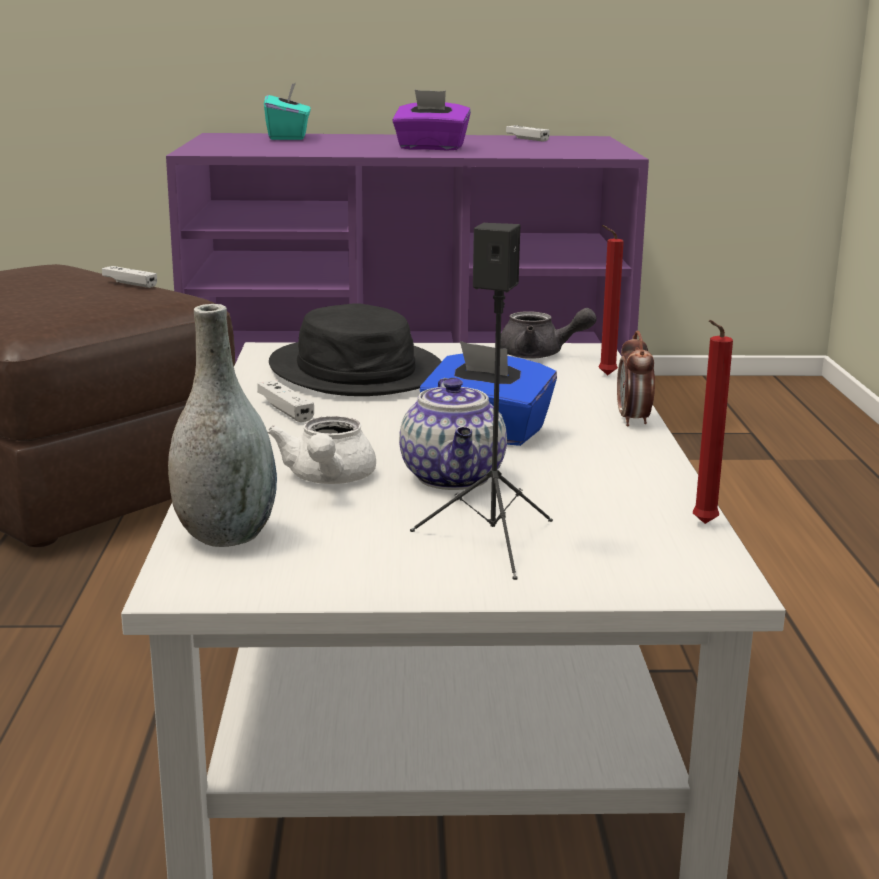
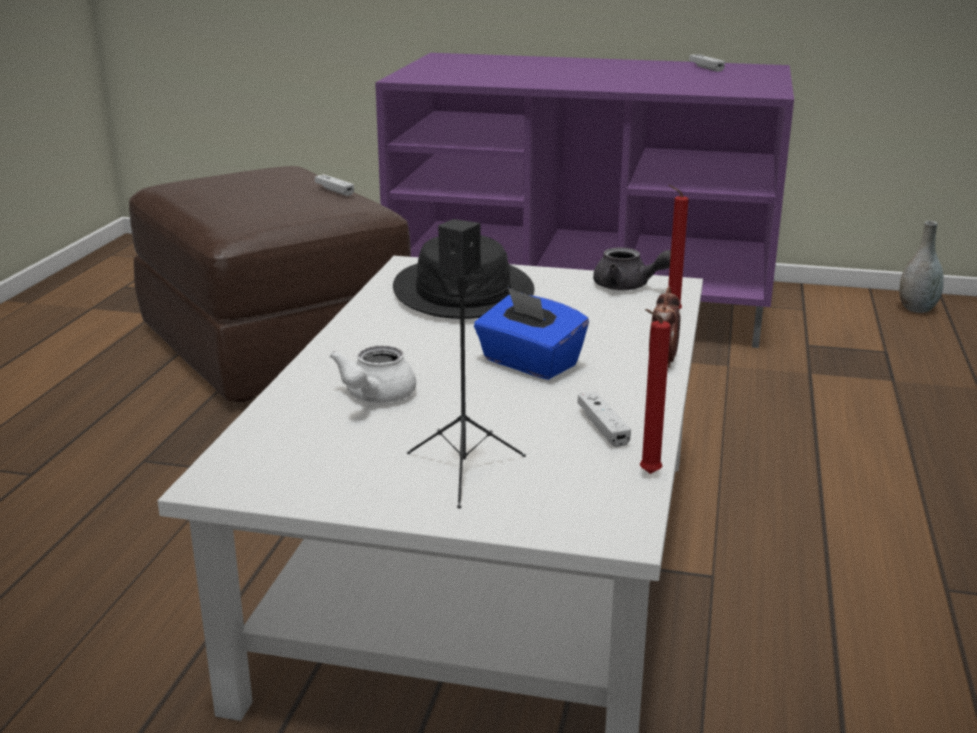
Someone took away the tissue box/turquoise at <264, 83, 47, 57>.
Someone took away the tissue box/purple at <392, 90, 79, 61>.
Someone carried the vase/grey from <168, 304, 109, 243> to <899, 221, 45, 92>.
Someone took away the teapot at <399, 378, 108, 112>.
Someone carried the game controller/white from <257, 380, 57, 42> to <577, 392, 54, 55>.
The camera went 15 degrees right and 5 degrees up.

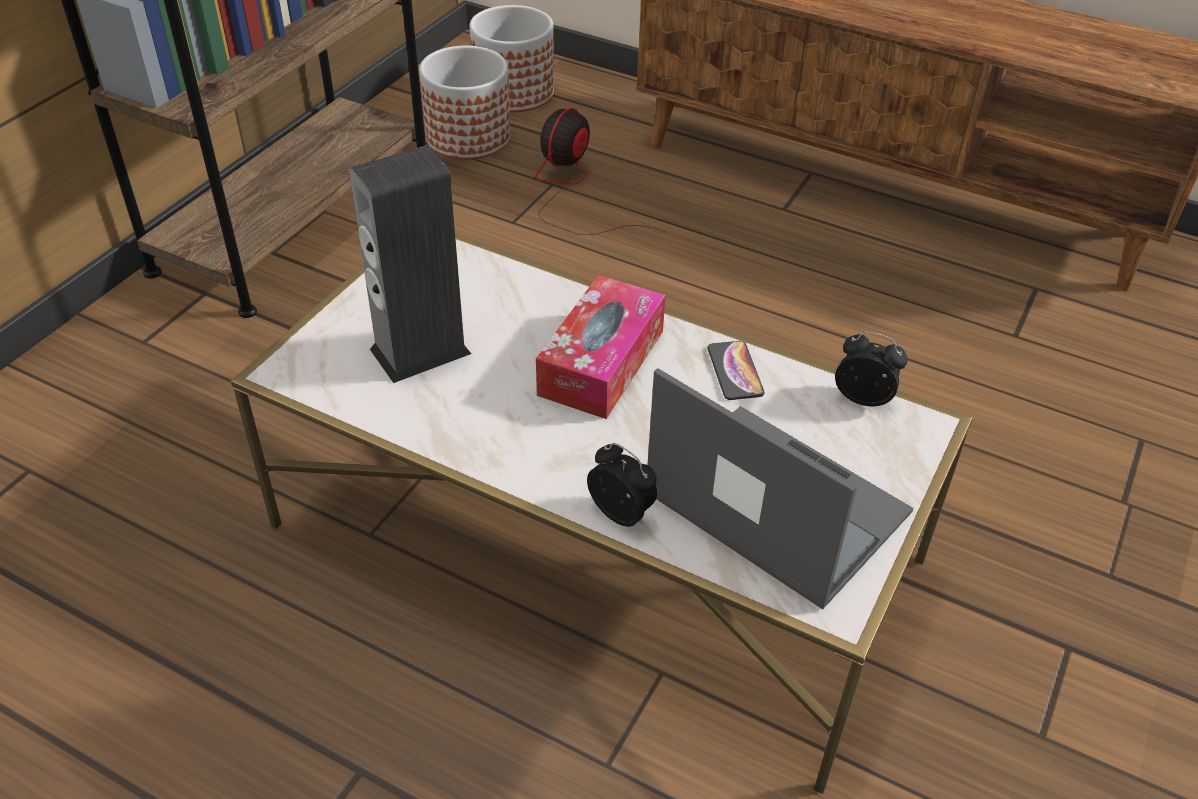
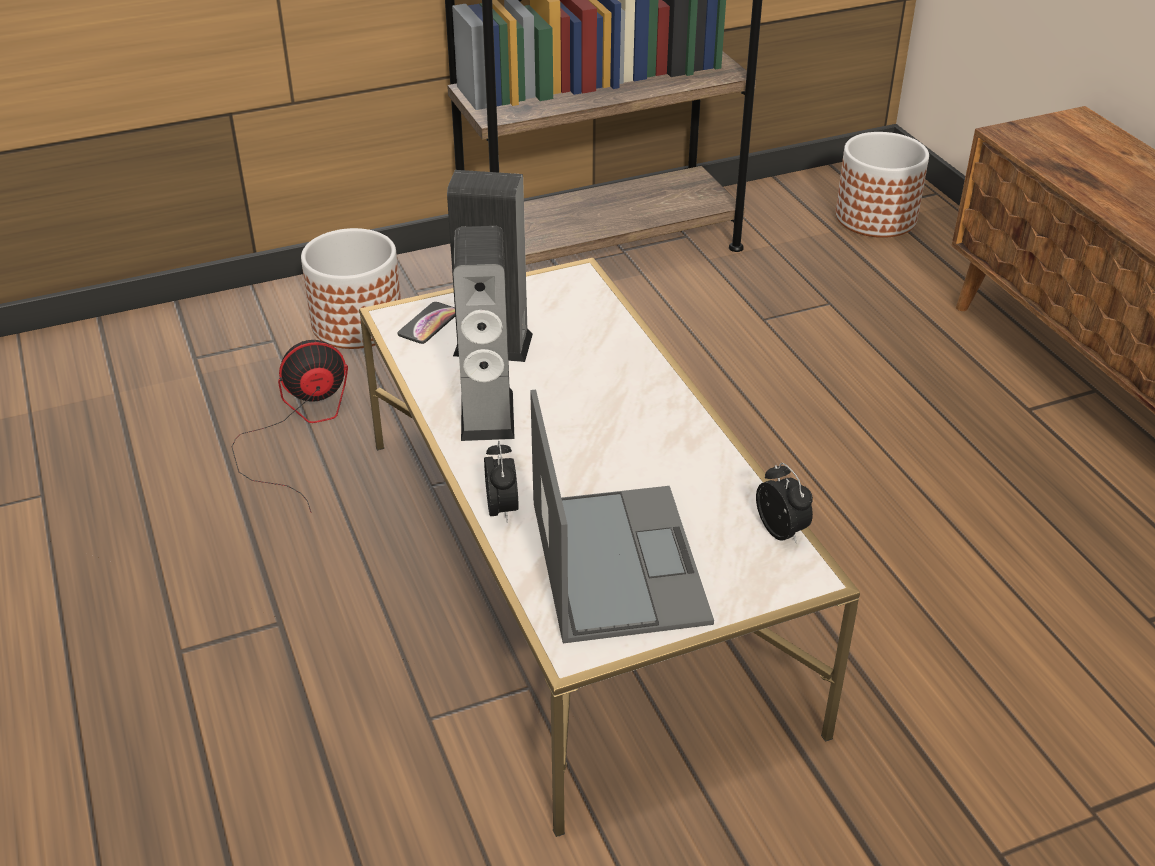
Someone carried the planter from <419, 46, 92, 114> to <301, 228, 100, 121>.
Someone carried the fan from <535, 108, 133, 127> to <232, 340, 116, 172>.
Someone took away the tissue box at <536, 275, 130, 144>.
Someone carried the phone from <707, 341, 57, 59> to <397, 302, 58, 42>.
Someone put down the speaker at <453, 226, 62, 215>.
The camera went 40 degrees right and 5 degrees down.

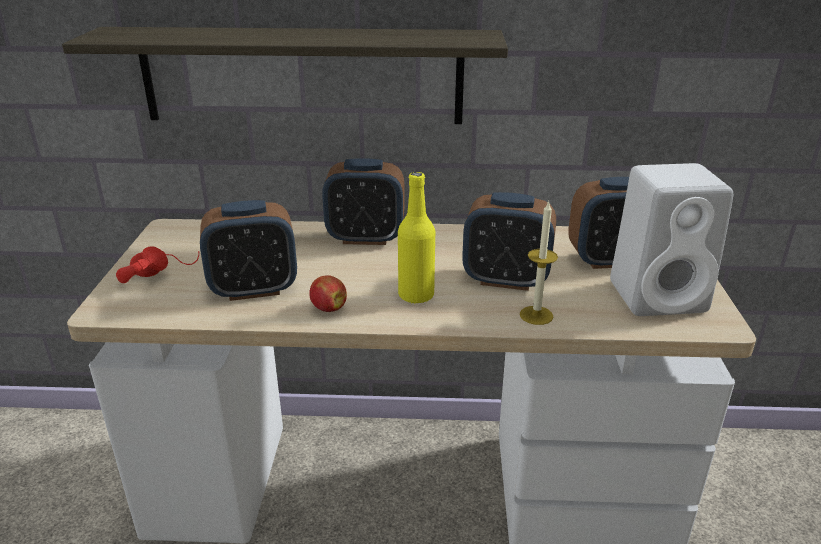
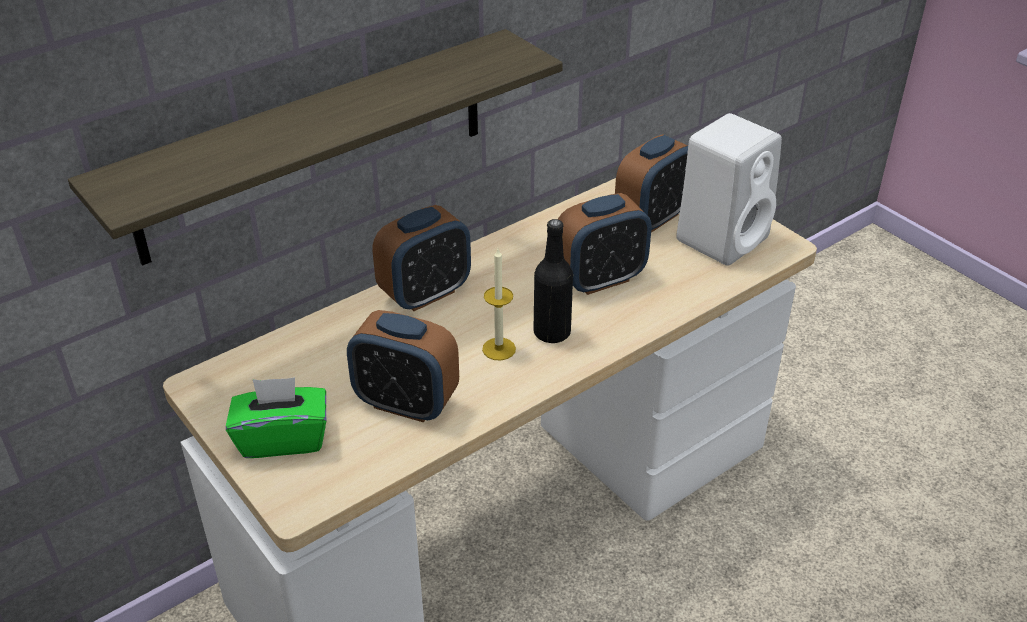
Someone repainted the bottle/yellow at <398, 172, 37, 132>, which became the bottle/black at <534, 219, 39, 124>.
Someone rotated the alarm clock at <200, 200, 97, 101> by 75 degrees clockwise.
Someone carried the candle from <520, 200, 38, 125> to <482, 249, 34, 112>.
Someone swapped the headphones/red at <116, 246, 83, 37> for the tissue box/green at <226, 377, 100, 81>.
Someone took away the apple at <309, 275, 38, 37>.
The camera went 40 degrees left and 10 degrees up.

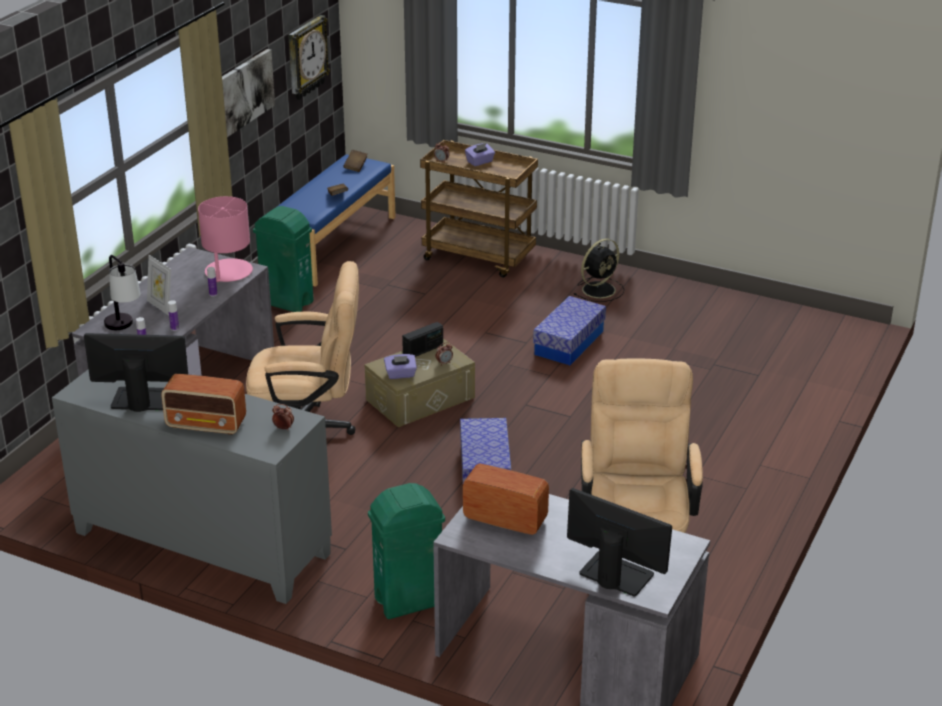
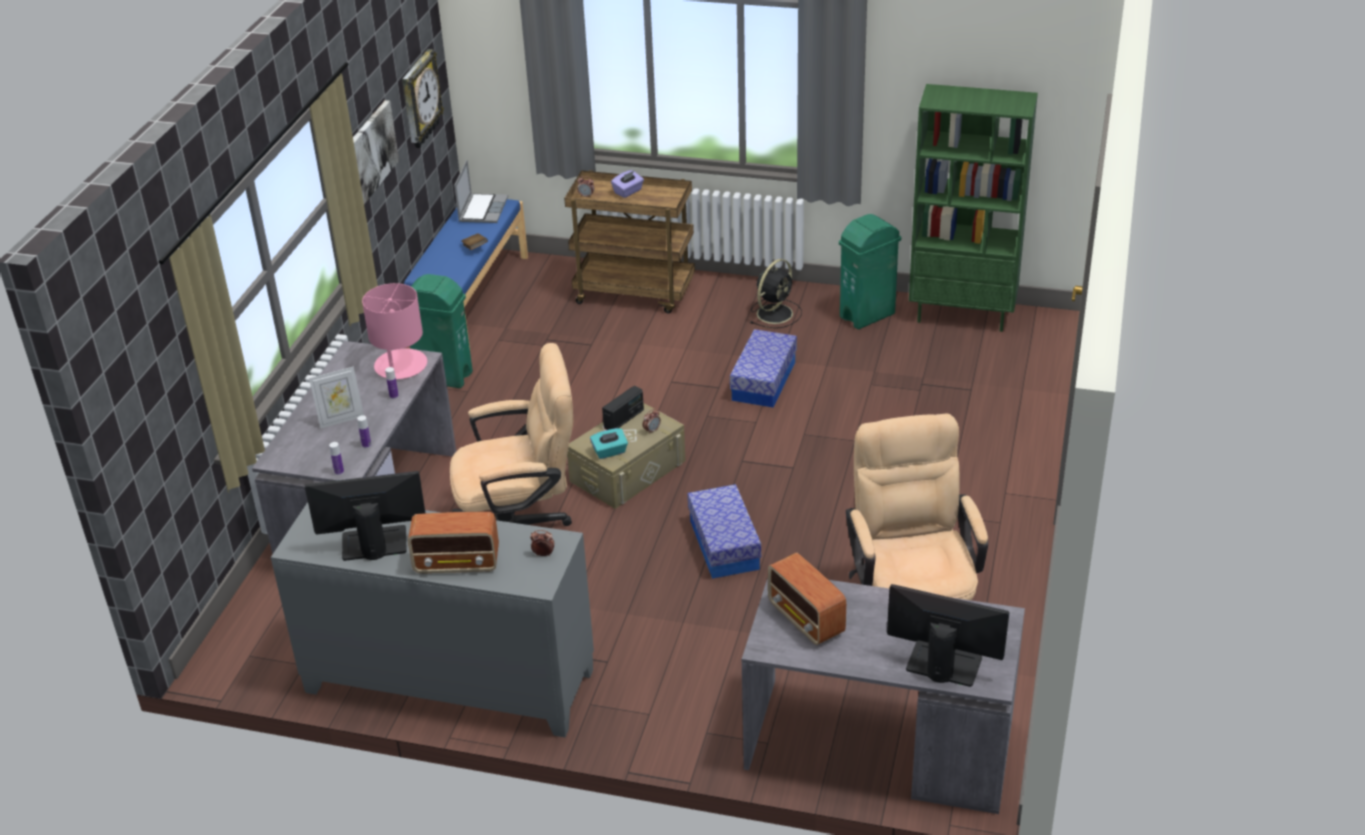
Someone swapped the book/brown at <343, 150, 25, 22> for the laptop at <454, 160, 54, 63>.
Someone took away the table lamp at <104, 255, 37, 75>.
Someone rotated the picture frame at <147, 255, 24, 61> by 60 degrees counterclockwise.
Someone repainted the tissue box/purple at <384, 354, 33, 25>, which became the tissue box/turquoise at <590, 428, 38, 31>.
Someone rotated the radio at <463, 464, 86, 71> by 135 degrees counterclockwise.
Someone carried the trash can/green from <368, 483, 77, 136> to <839, 214, 62, 115>.
Someone put down the bookcase/green at <909, 84, 129, 248>.
The camera went 10 degrees left and 5 degrees up.

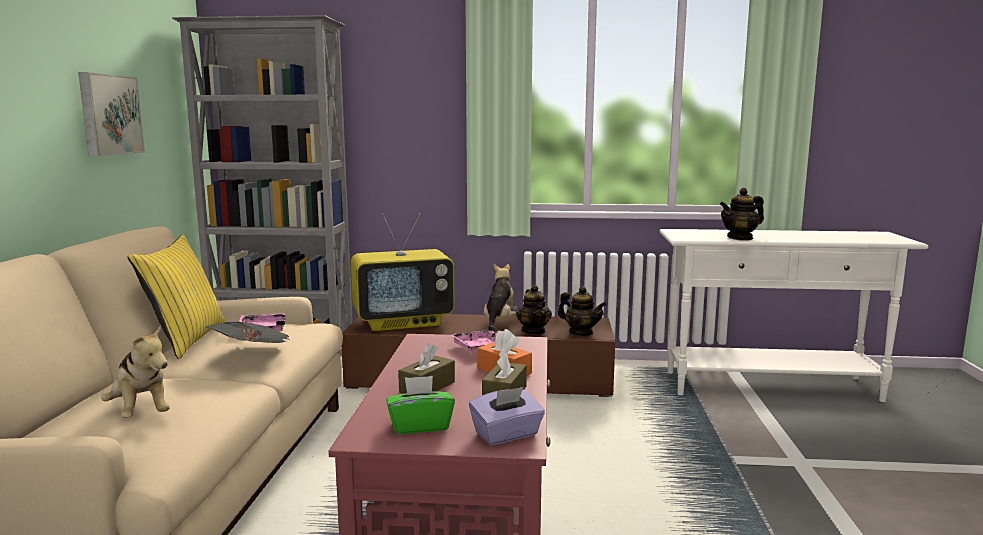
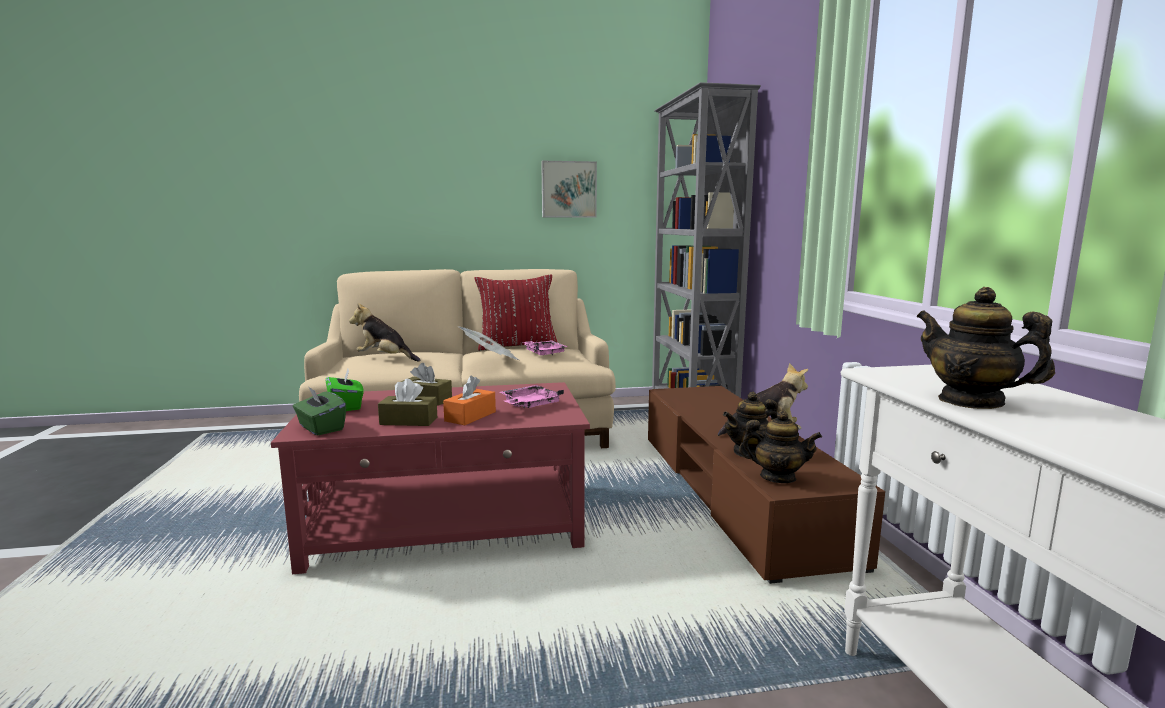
Someone took away the television at <351, 213, 104, 118>.
Someone repainted the pillow/yellow at <128, 234, 98, 125>, which became the pillow/red at <474, 274, 84, 77>.
Someone rotated the teapot at <558, 286, 48, 50> by 90 degrees counterclockwise.
Someone rotated the plush toy at <101, 325, 69, 93> by 75 degrees clockwise.
Someone repainted the tissue box/purple at <469, 387, 76, 58>, which became the tissue box/green at <293, 386, 53, 50>.
The camera went 75 degrees right and 0 degrees up.

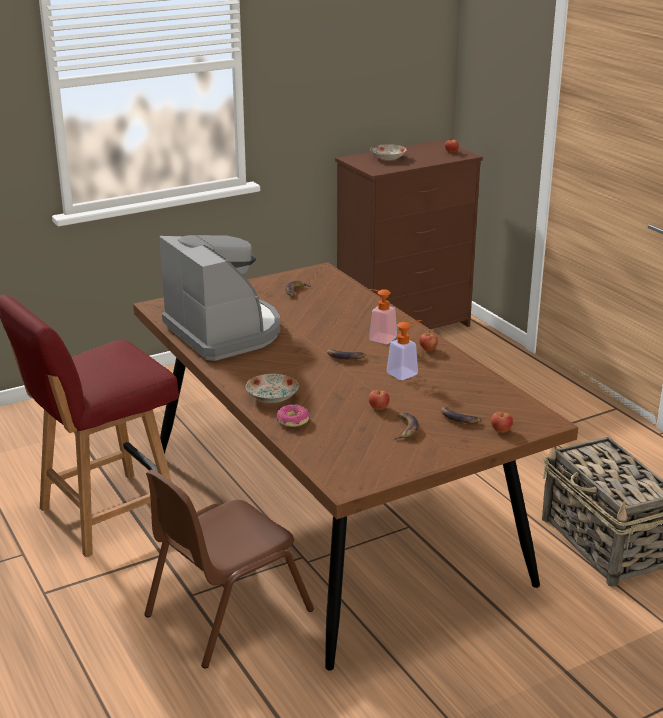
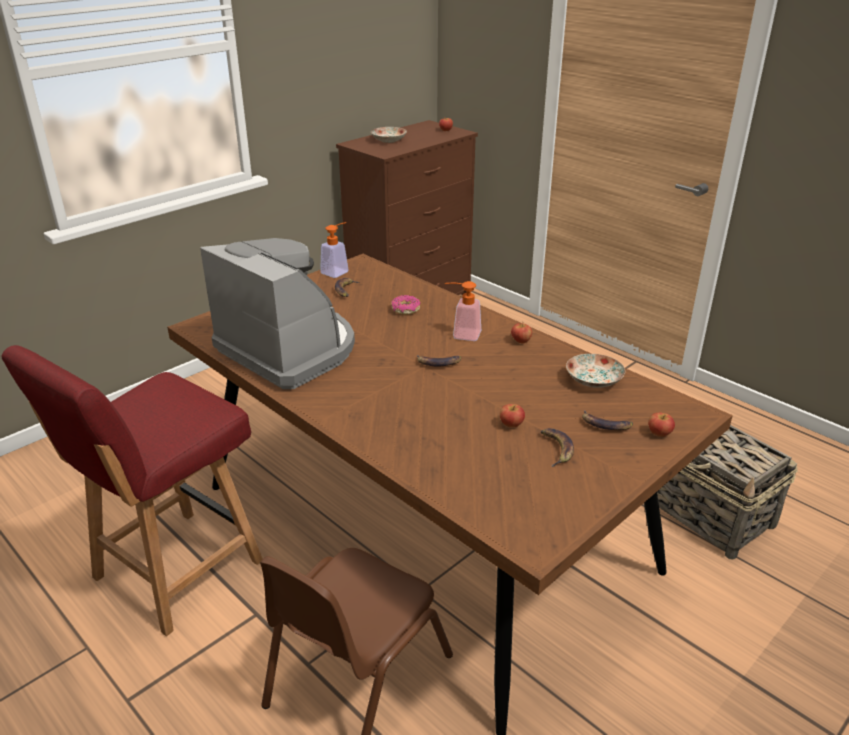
Someone carried the soap dispenser from <387, 320, 35, 60> to <320, 222, 29, 56>.
Someone carried the plate from <246, 374, 53, 29> to <566, 354, 59, 34>.
Someone carried the donut from <277, 405, 32, 22> to <391, 295, 29, 20>.
The camera went 15 degrees left and 5 degrees up.

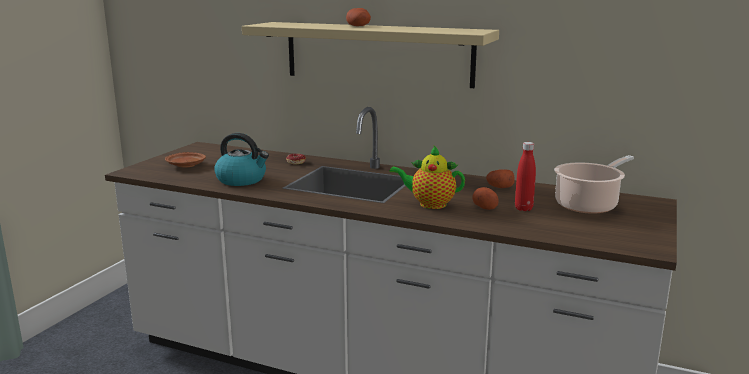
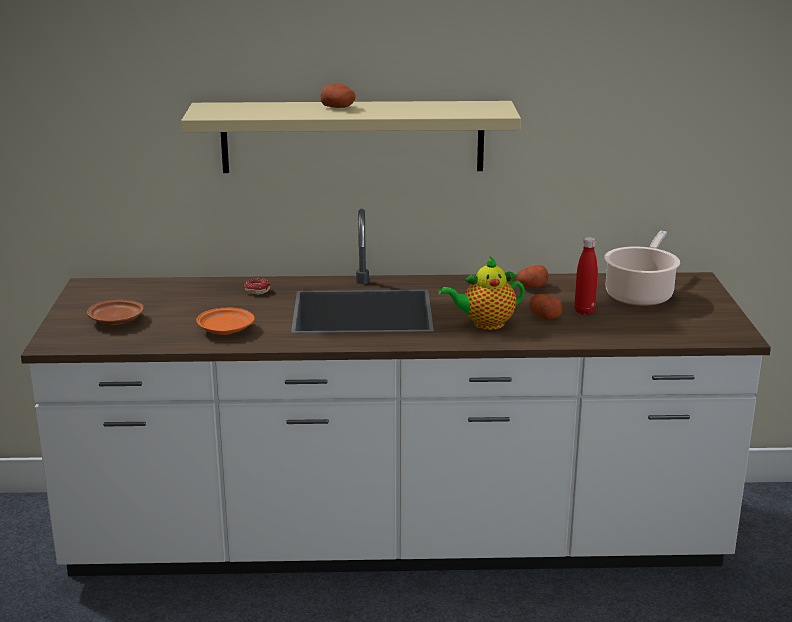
Someone swapped the kettle at <214, 133, 55, 53> for the plate/orange at <196, 307, 59, 28>.
The camera went 25 degrees left and 5 degrees up.

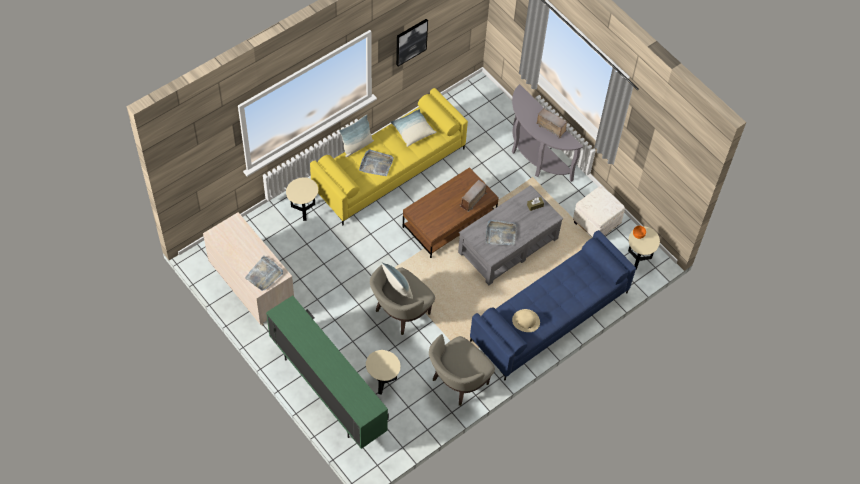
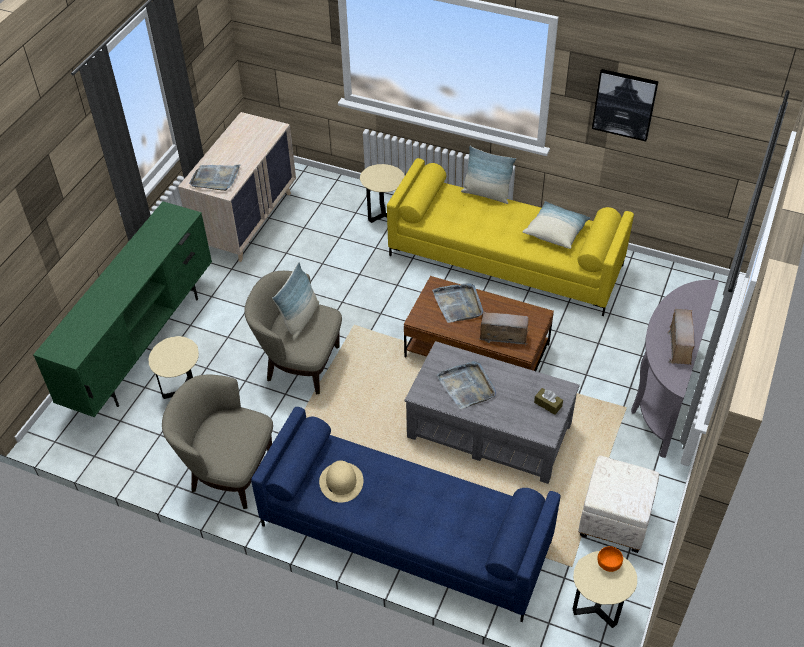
Someone carried the tray/grey from <359, 150, 35, 26> to <432, 283, 51, 40>.
The camera went 65 degrees right and 10 degrees down.

